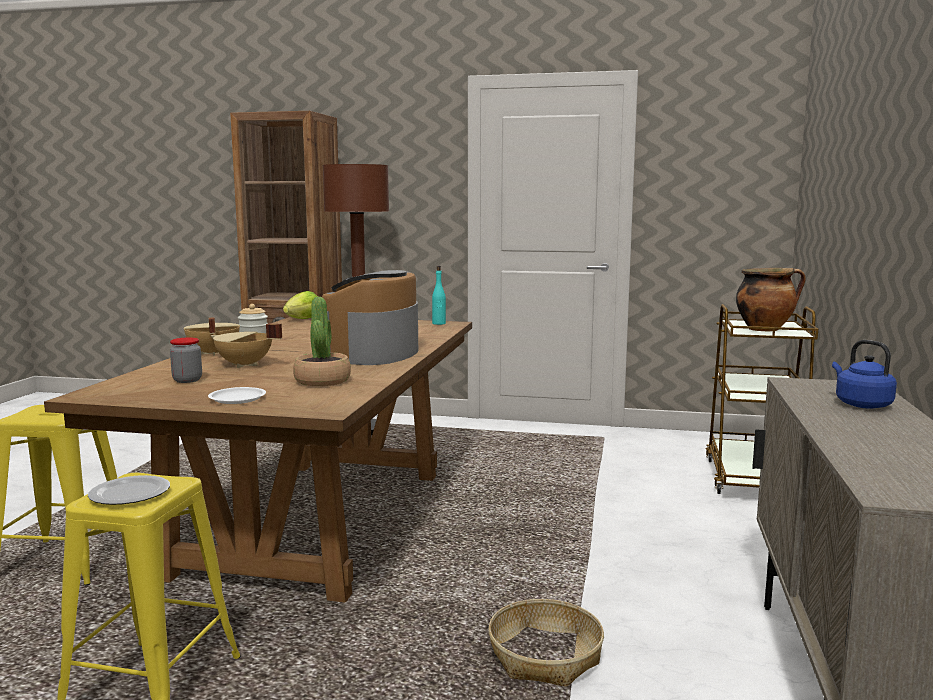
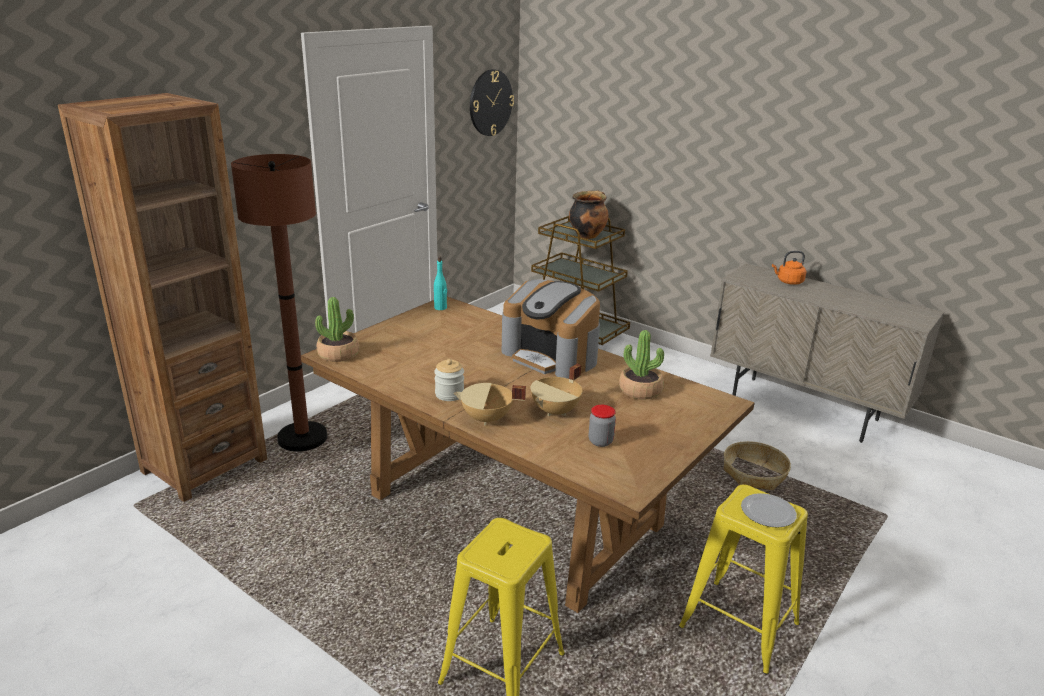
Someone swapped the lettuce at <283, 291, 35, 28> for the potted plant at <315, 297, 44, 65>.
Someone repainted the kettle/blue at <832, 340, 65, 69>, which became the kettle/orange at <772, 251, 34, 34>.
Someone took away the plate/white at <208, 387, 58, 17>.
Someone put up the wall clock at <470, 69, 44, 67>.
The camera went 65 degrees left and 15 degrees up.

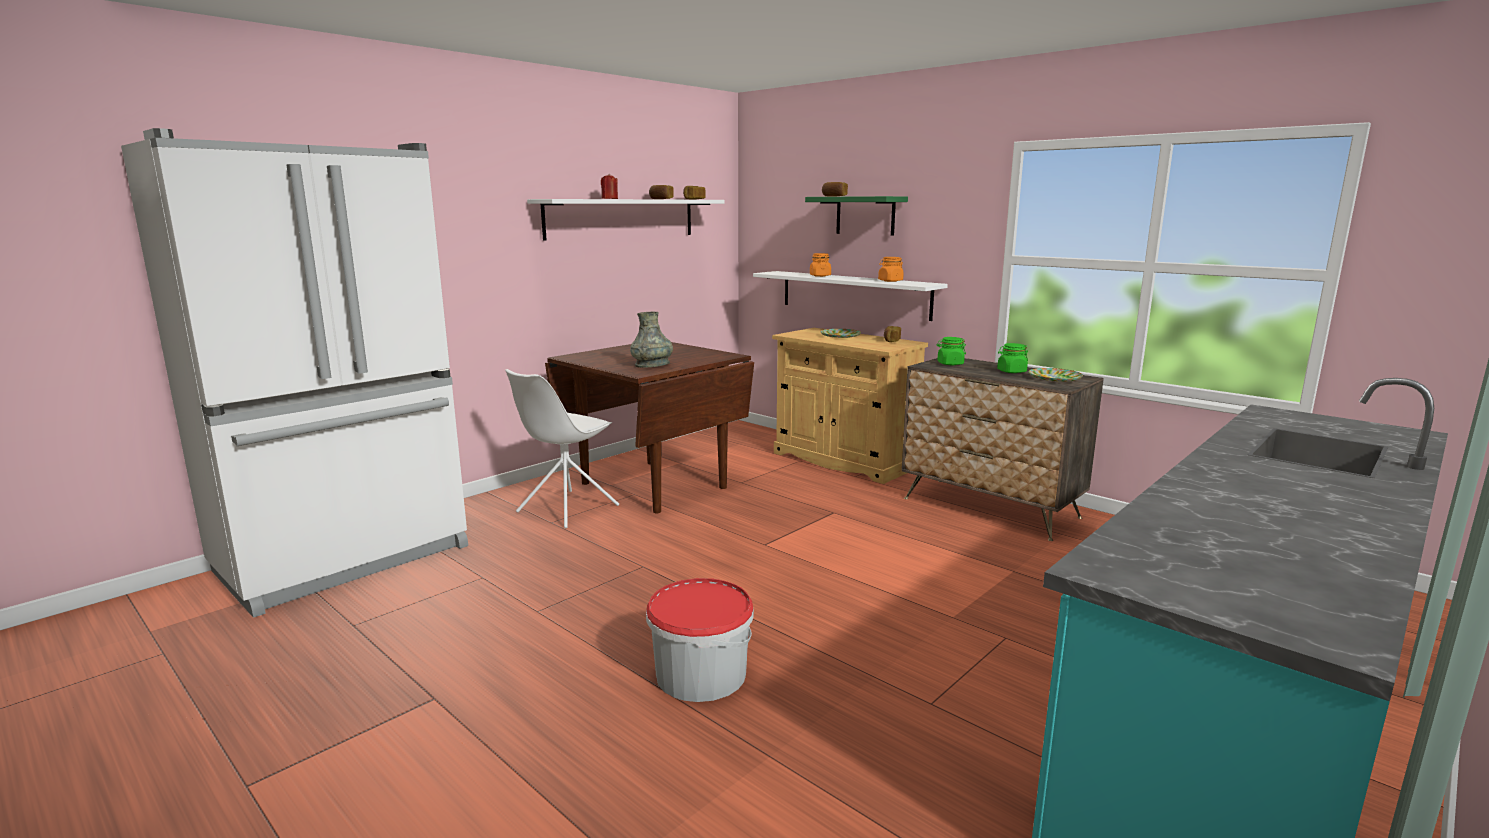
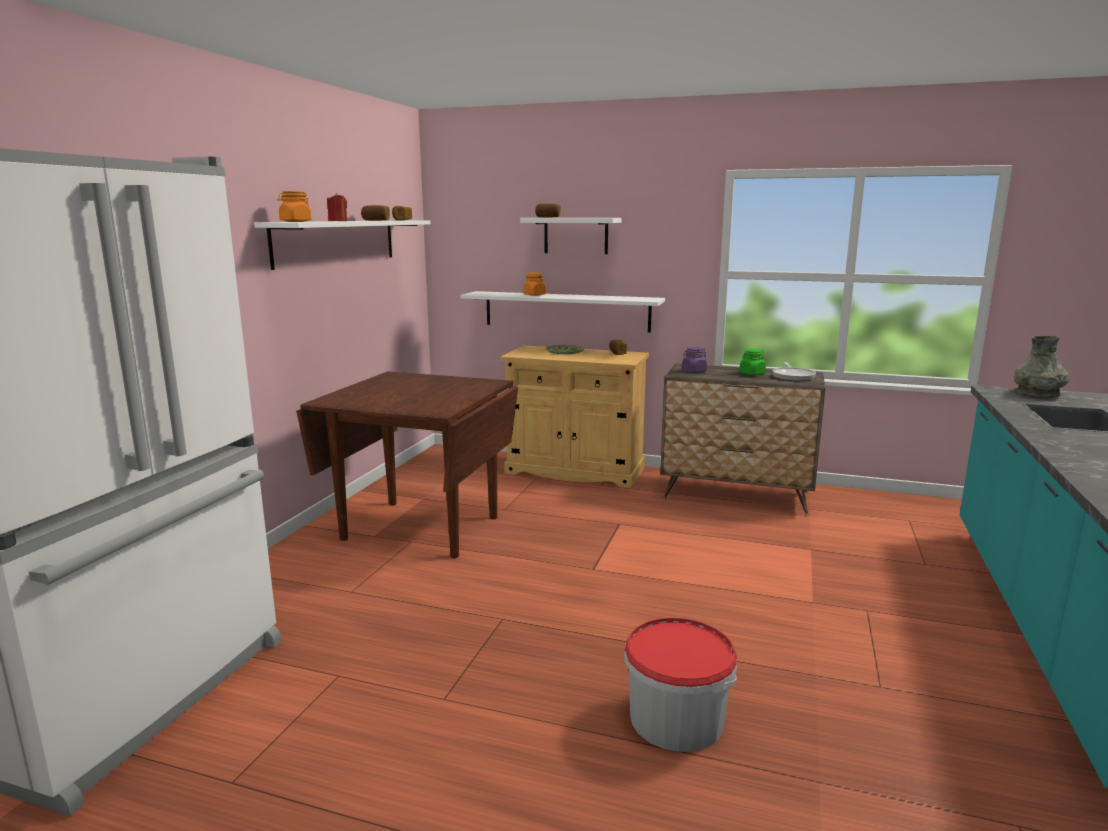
Someone repainted the shelf/green at <805, 196, 103, 39>, which became the shelf/white at <520, 218, 101, 36>.
Someone carried the jar/orange from <878, 257, 26, 25> to <277, 191, 35, 31>.
Someone carried the vase/grey from <630, 312, 43, 56> to <1014, 336, 55, 63>.
Someone repainted the jar/green at <937, 337, 29, 28>, which became the jar/purple at <682, 347, 25, 26>.
Someone swapped the plate at <1029, 368, 54, 14> for the frying pan at <773, 362, 43, 19>.
Someone took away the chair/white at <505, 369, 114, 159>.
The camera went 25 degrees left and 0 degrees up.

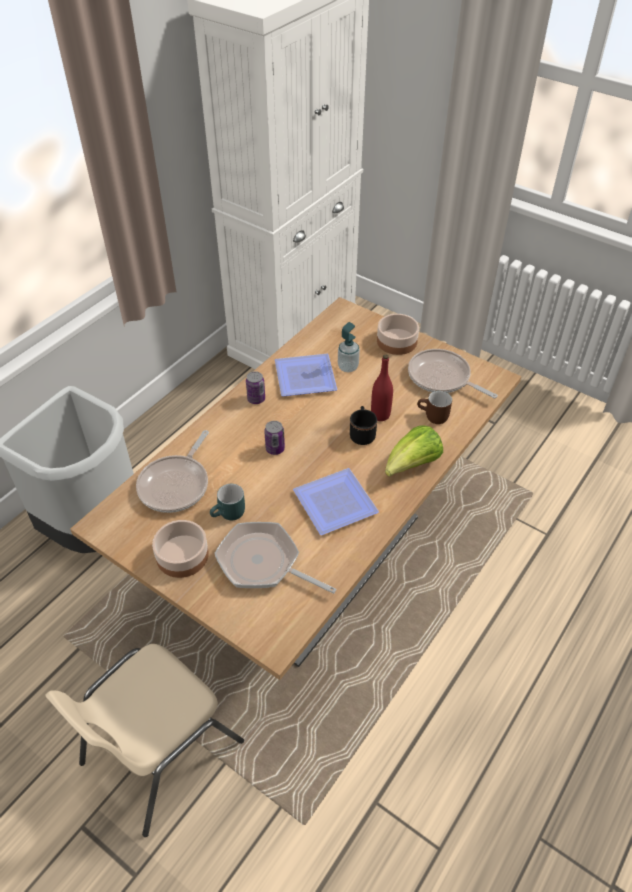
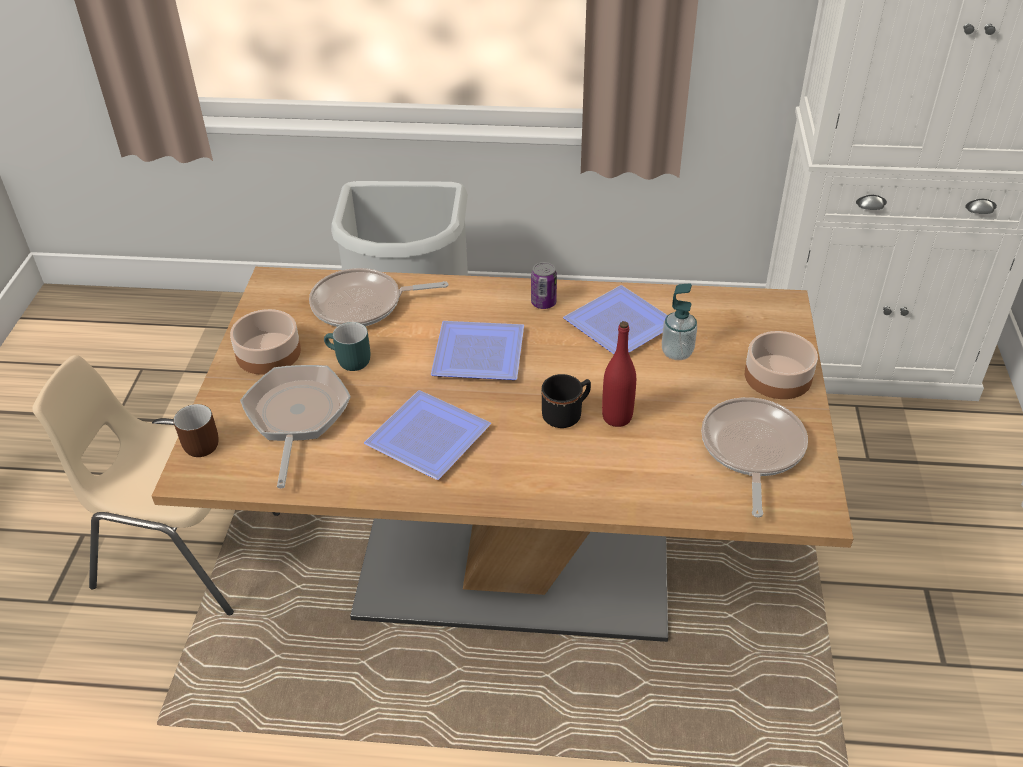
Someone carried the mug/brown from <417, 391, 35, 33> to <173, 404, 46, 53>.
Someone swapped the can at <264, 421, 21, 34> for the plate at <431, 321, 93, 59>.
Someone took away the lettuce at <385, 425, 58, 51>.
The camera went 60 degrees right and 5 degrees down.

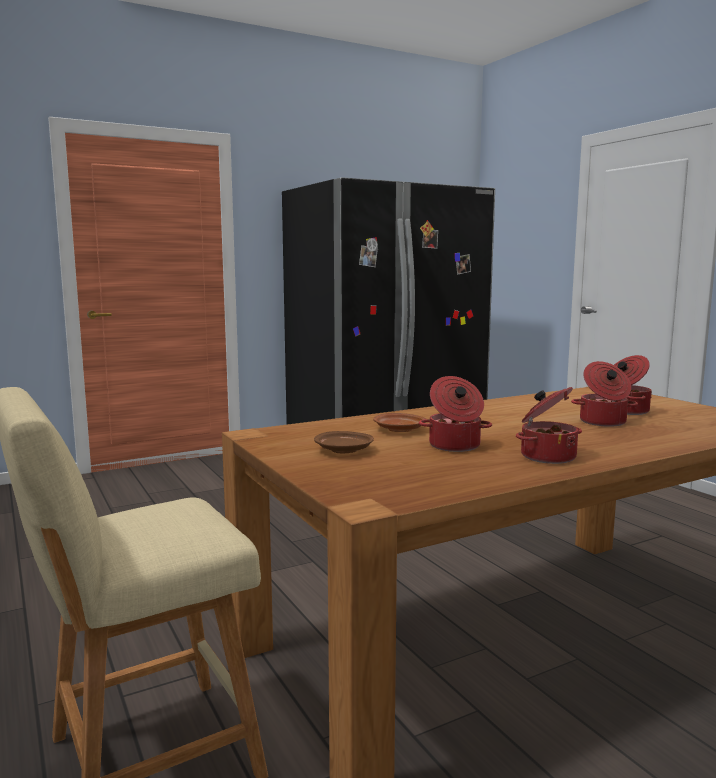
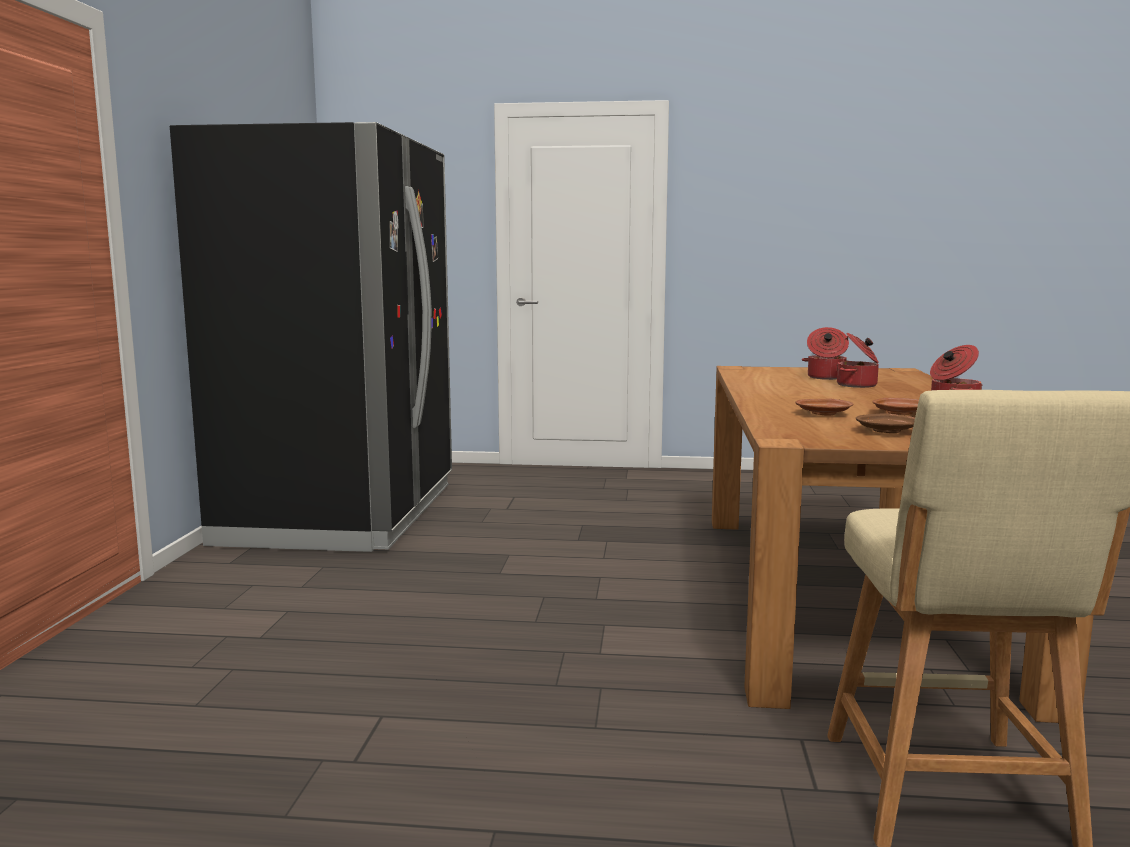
Someone swapped the cooking pot at <419, 376, 73, 76> for the plate/brown at <872, 398, 47, 17>.
The camera went 55 degrees left and 0 degrees up.

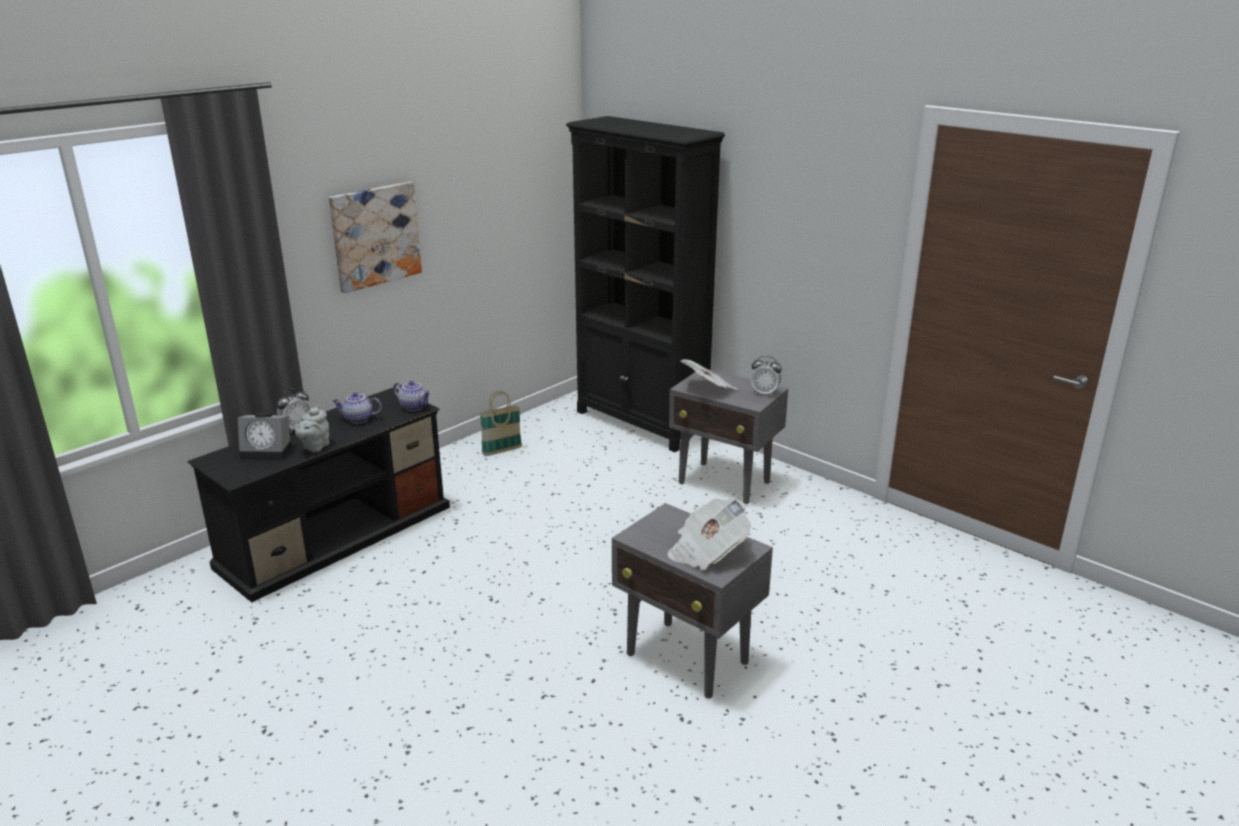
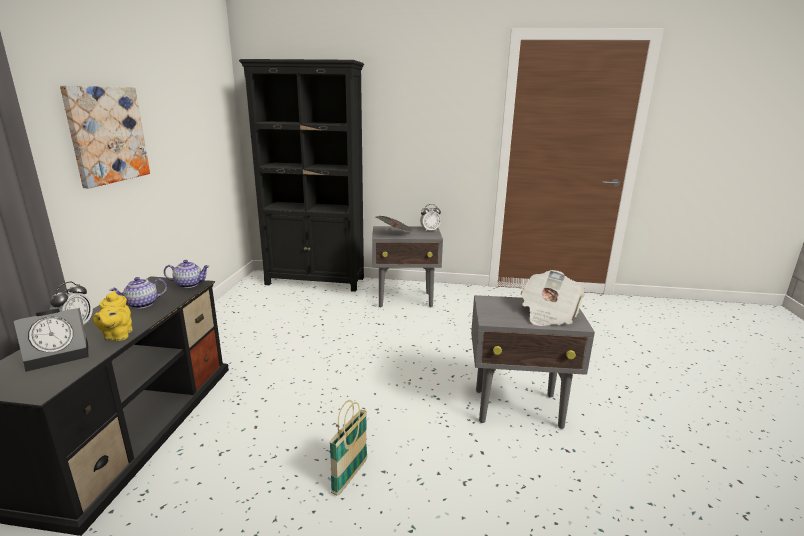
Someone carried the basket from <480, 391, 42, 65> to <329, 400, 39, 96>.
Someone repainted the teapot/grey at <294, 406, 35, 46>, which became the teapot/yellow at <93, 290, 39, 51>.
The camera went 35 degrees left and 5 degrees down.

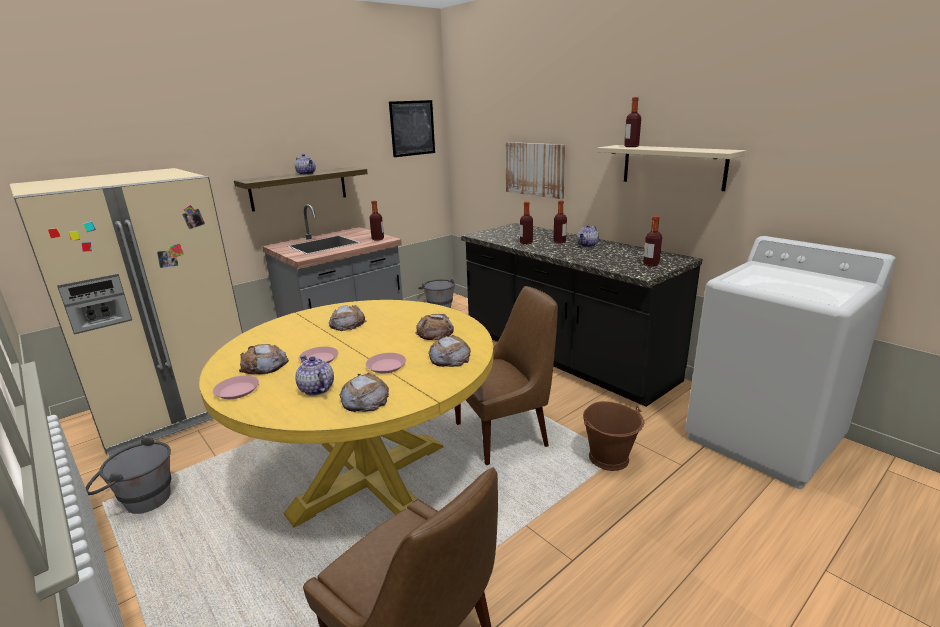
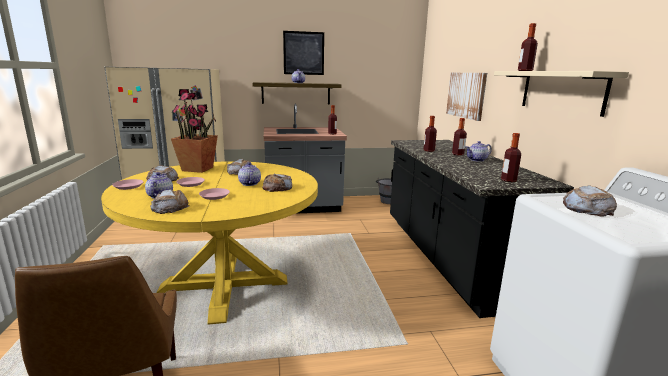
Someone carried the picture from <389, 100, 46, 57> to <283, 31, 41, 44>.
Someone took away the chair/brown at <455, 286, 103, 179>.
Someone carried the bread from <428, 335, 43, 32> to <563, 185, 54, 32>.
Someone took away the bucket/brown at <583, 401, 62, 70>.
Someone took away the bucket/grey at <85, 436, 86, 78>.
Someone put down the potted plant at <171, 89, 47, 84>.
Someone put down the teapot at <238, 162, 23, 24>.
The camera went 30 degrees right and 5 degrees down.

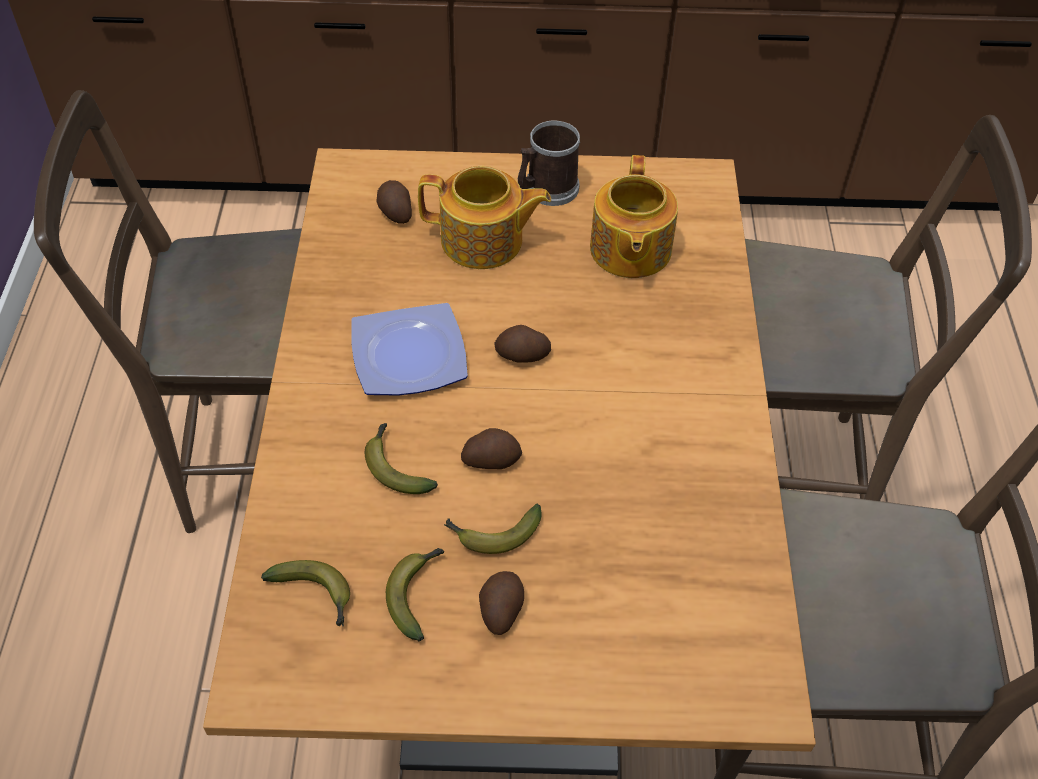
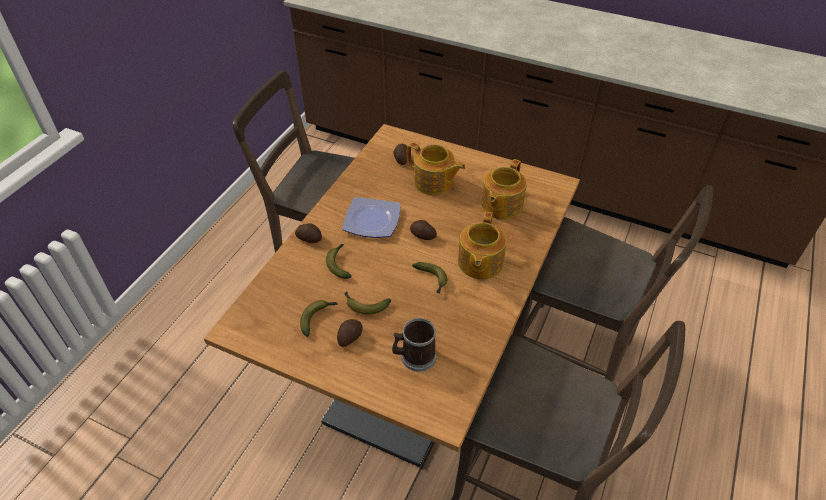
Someone carried the mug from <518, 120, 62, 86> to <392, 318, 45, 54>.
Someone carried the potato from <461, 428, 61, 41> to <295, 223, 27, 20>.
Someone carried the banana from <261, 560, 89, 66> to <412, 262, 35, 32>.
Someone put down the teapot at <458, 211, 48, 68>.
The camera went 25 degrees right and 5 degrees down.

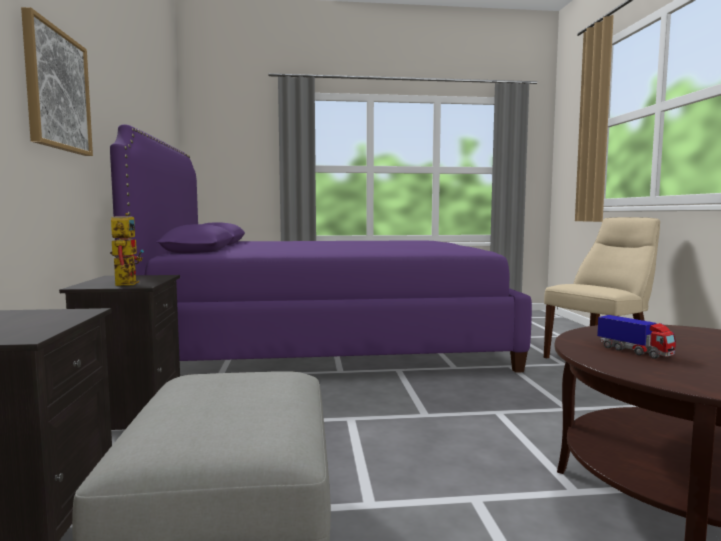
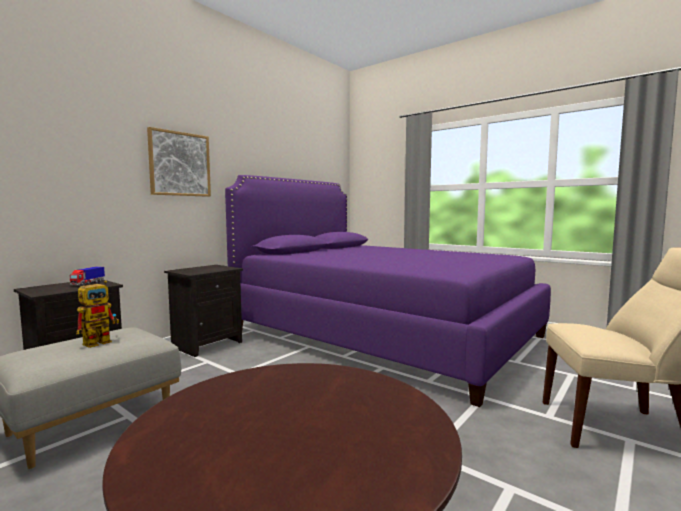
Someone carried the toy robot from <110, 213, 34, 73> to <76, 281, 43, 67>.
Someone carried the toy truck from <597, 315, 79, 44> to <70, 267, 35, 19>.
The camera went 45 degrees right and 0 degrees up.

